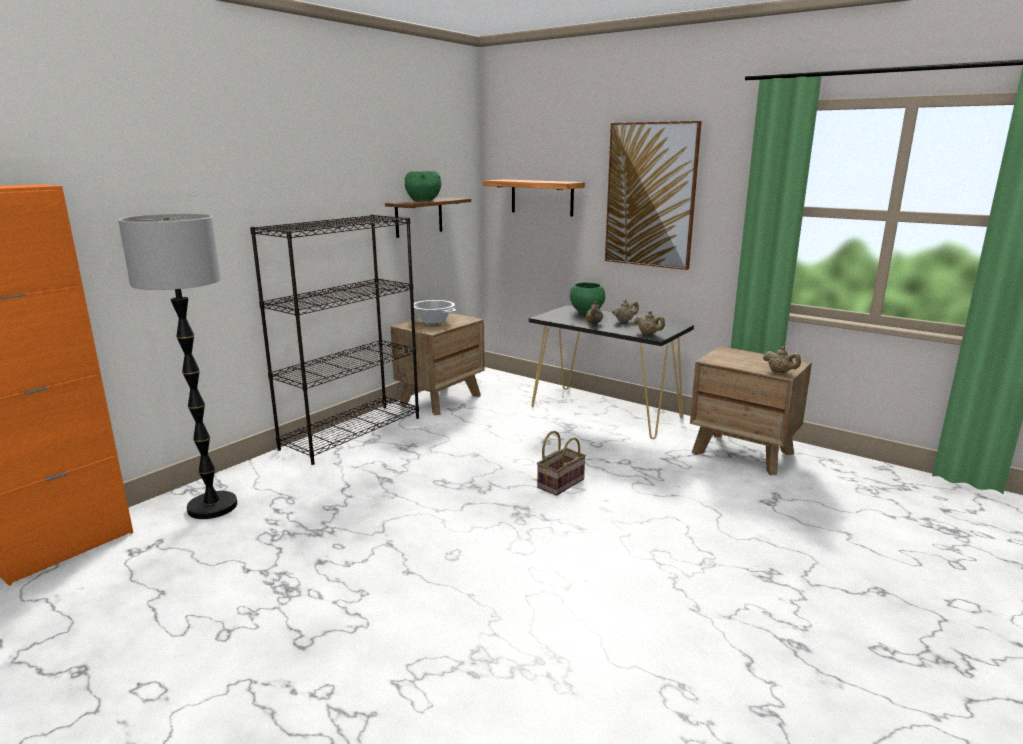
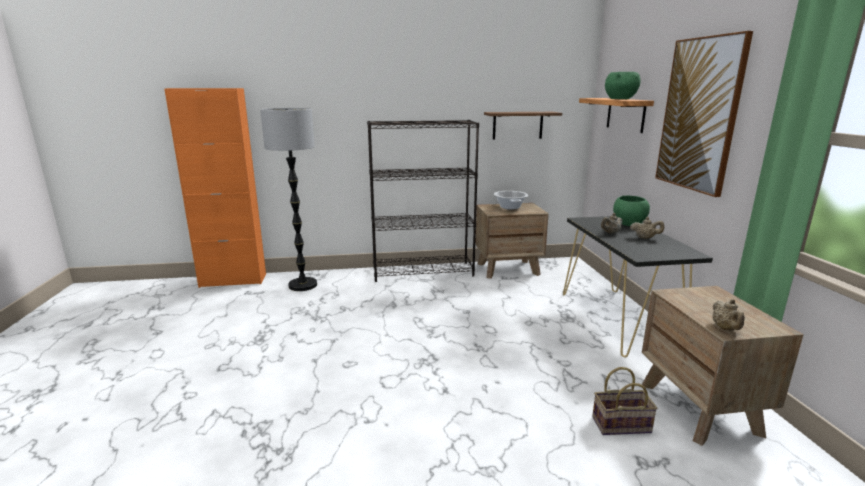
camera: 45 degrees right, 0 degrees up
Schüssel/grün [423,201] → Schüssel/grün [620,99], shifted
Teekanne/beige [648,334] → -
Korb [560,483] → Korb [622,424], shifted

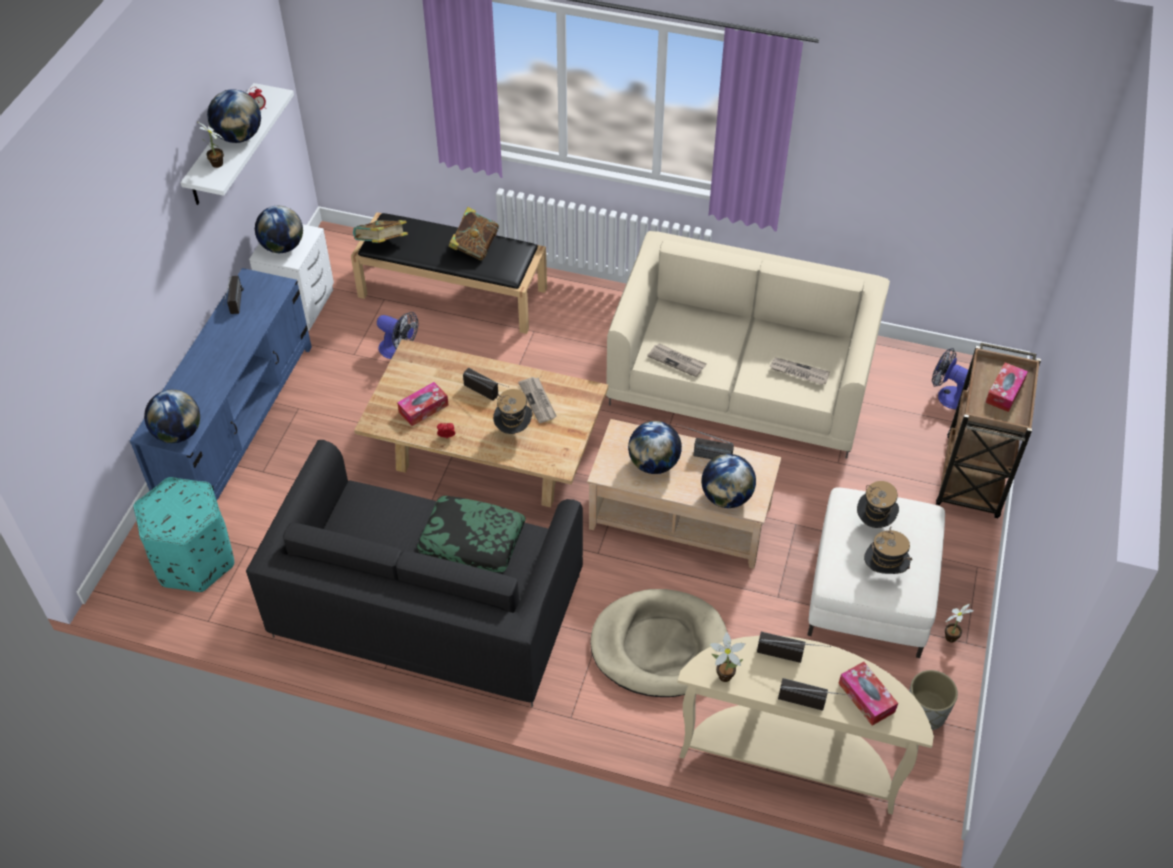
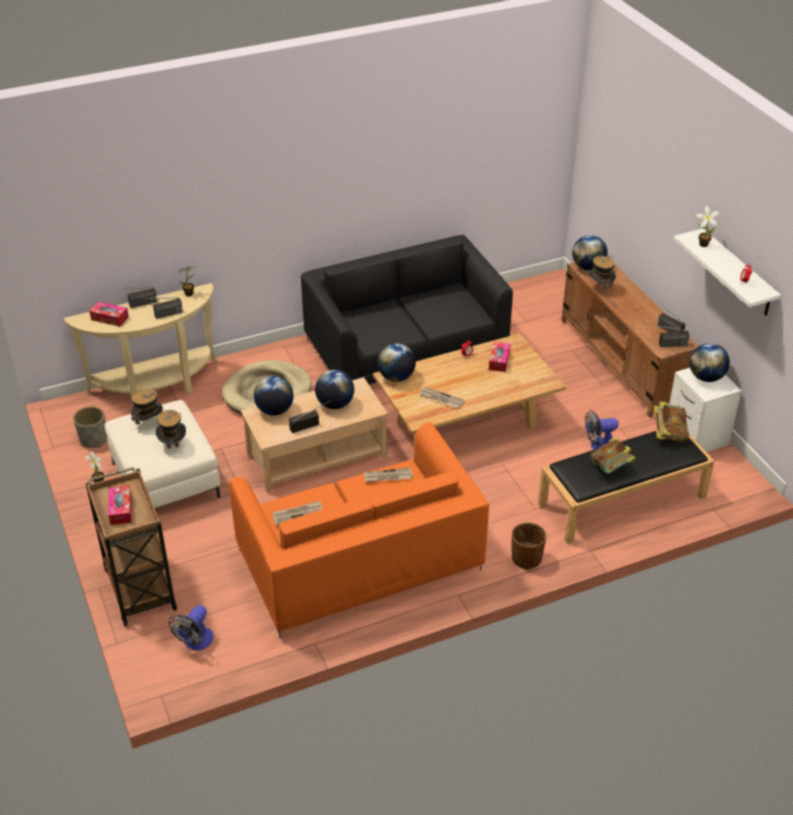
camera: 140 degrees right, 10 degrees down
Globus [239,137] → Globus [396,377], shifted
Sofa/beige [742,380] → Sofa/orange [359,561]
Fernsehschrank/blau [237,422] → Fernsehschrank/braun [622,361]
Ventilator [947,395] → Ventilator [196,643], 120 degrees clockwise
Radio [489,394] → Radio [665,345], shifted
Hut [513,430] → Hut [600,288], shifted
Polsterhocker/türkis [194,560] → -
Kissen [471,541] → -
- → Pflanzkübel/braun [526,559]

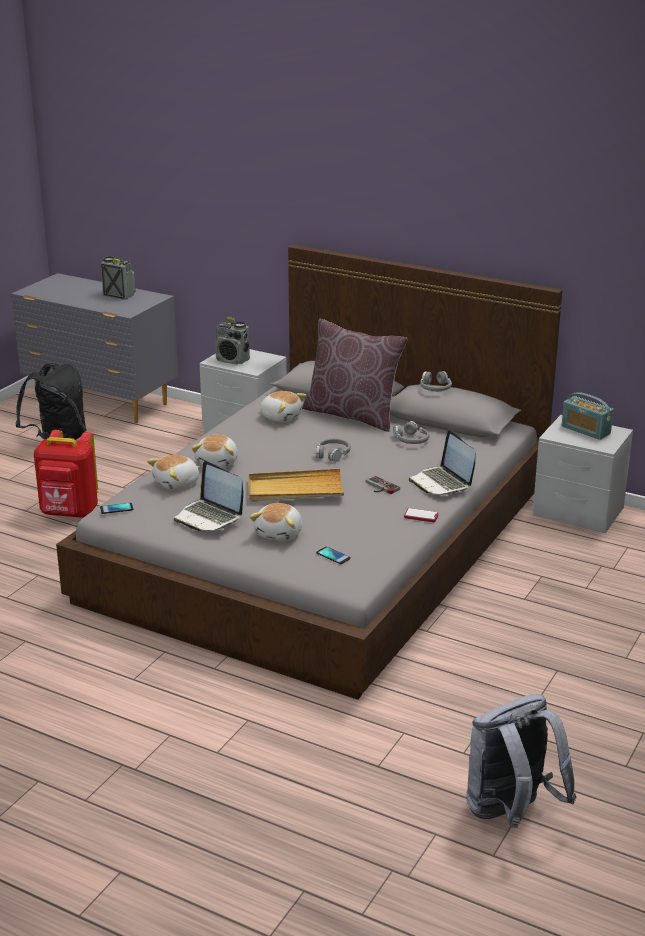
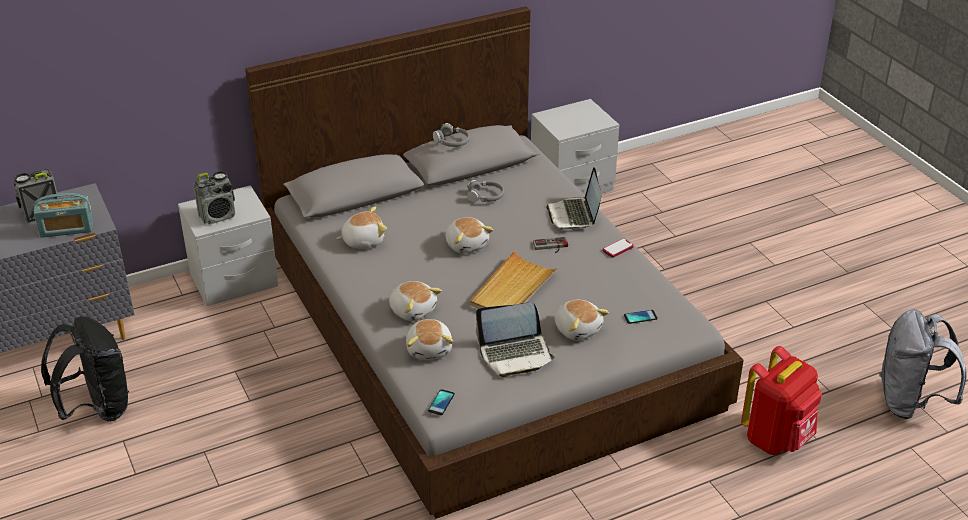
camera: 55 degrees left, 10 degrees up
Kissen/braun [352,415] → -
Radio [585,430] → Radio [67,229], shifted
Rucksack/rot [69,513] → Rucksack/rot [777,438], shifted
Laptop [442,483] → Laptop [574,215], 75 degrees clockwise
Kopfhörer/grau [332,454] → Plüschtier [467,244]

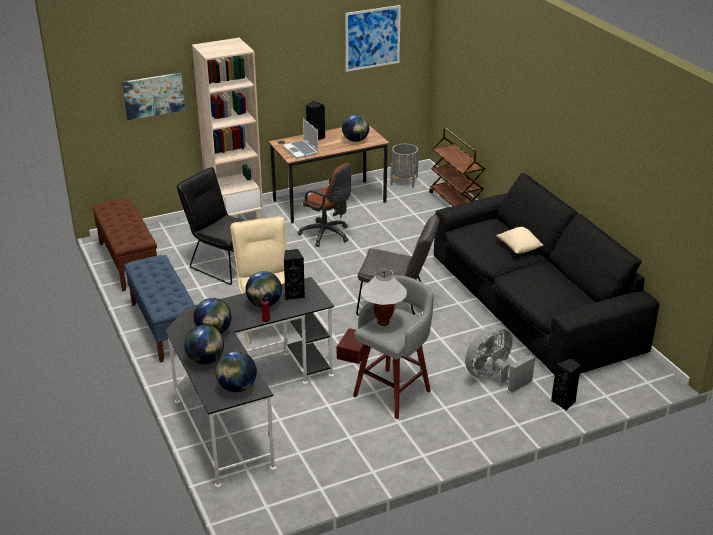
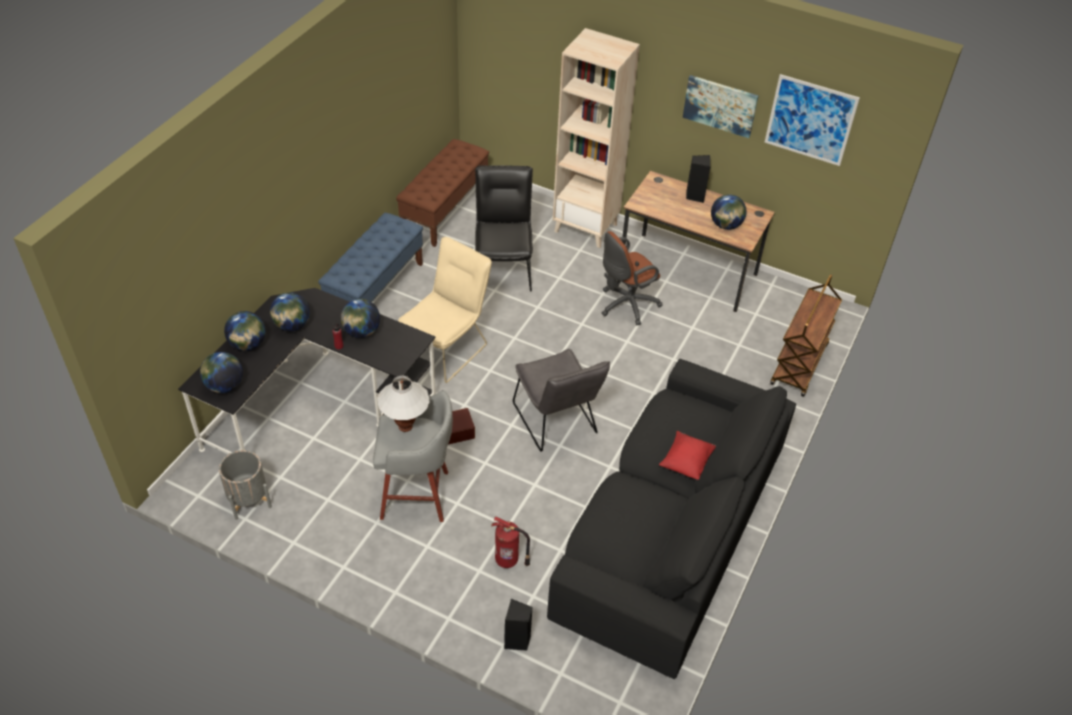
camera: 50 degrees right, 15 degrees up
Bild [153,95] → Bild [720,105], shifted
Laptop [301,150] → -
Pflanzkübel/grau [404,181] → Pflanzkübel/grau [248,499], shifted
Bürostuhl/braun [327,235] → Bürostuhl/braun [625,305], 60 degrees clockwise
Kissen/beige [519,248] → Kissen/rot [686,462]
Lautsprecher/schwarz [294,294] → -
Ventilator/grau [494,377] → Feuerlöscher [508,560]

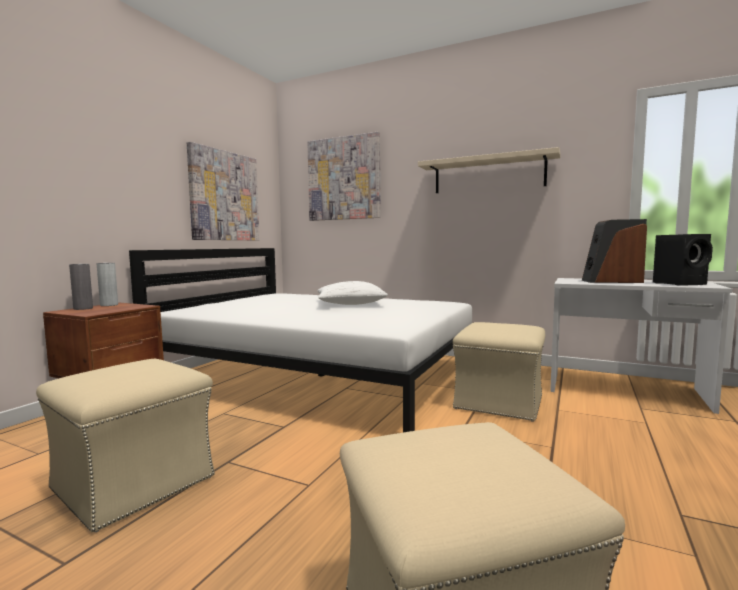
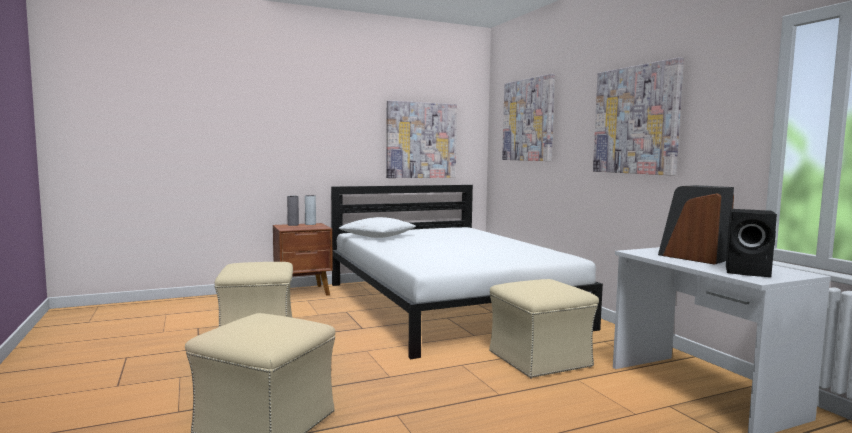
camera: 40 degrees right, 0 degrees up
Wandregal/beige [488,174] → Bild [636,120]
Kissen/weiß [350,304] → Kissen/weiß [377,236], shifted

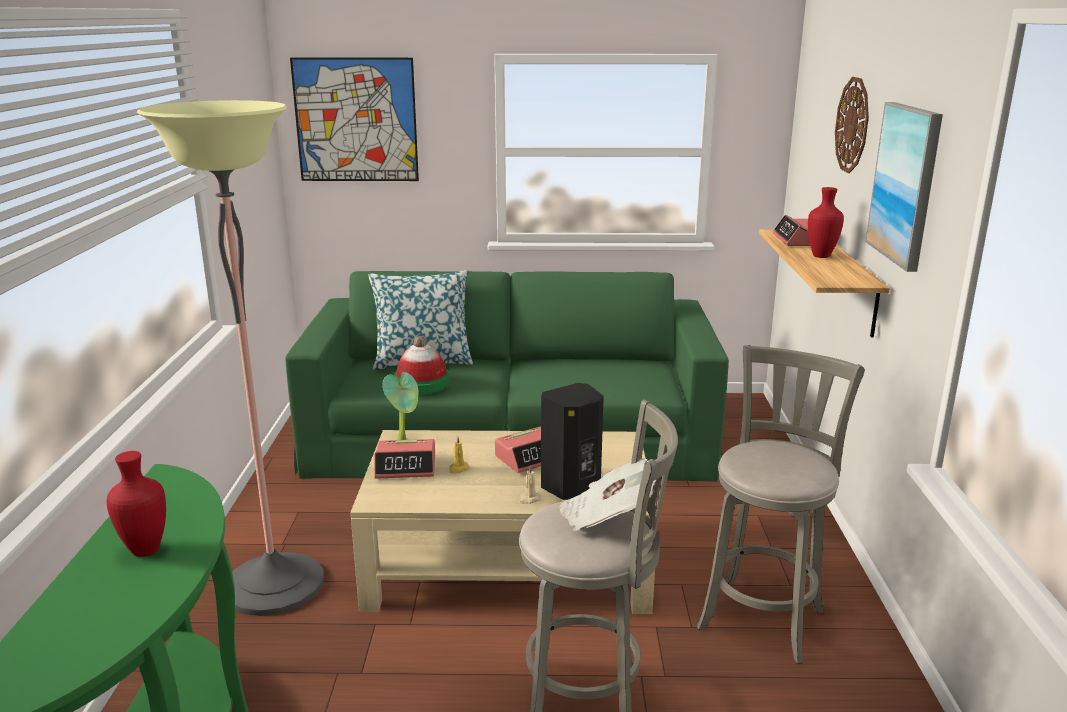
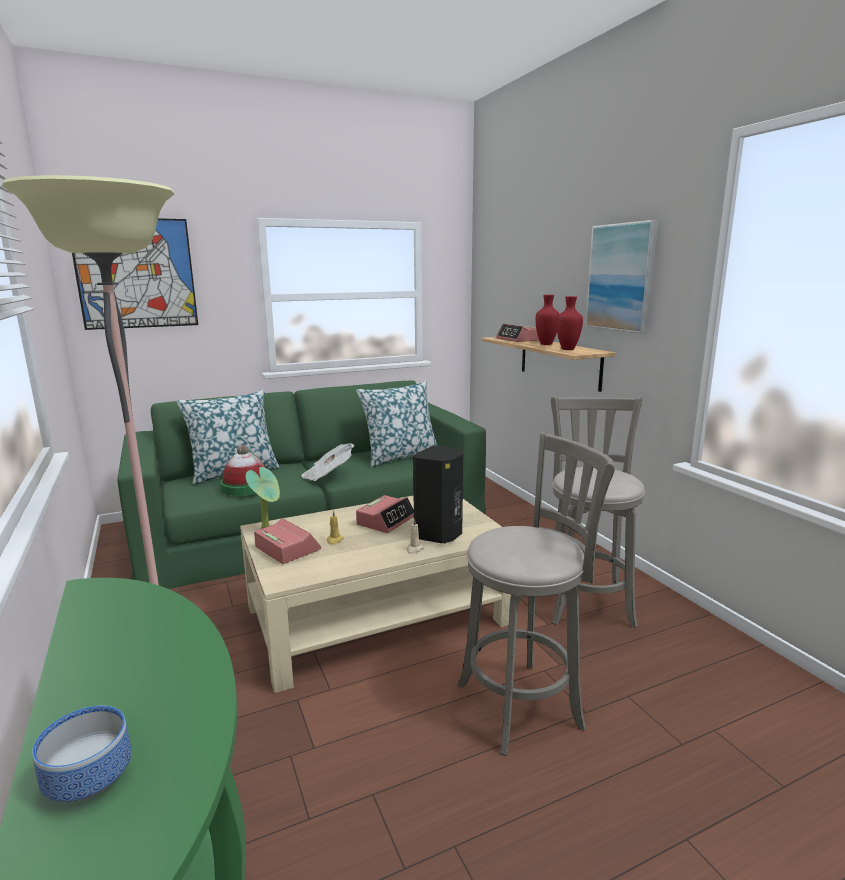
camera: 25 degrees left, 5 degrees down
Wanduhr [853,125] → -
Wecker [406,467] → Wecker [287,548], 105 degrees counterclockwise
Vase/rot [144,551] → Vase/rot [567,349], shifted
Zeitung [607,517] → Zeitung [328,475], shifted
- → Kissen [400,457]
- → Schüssel [85,782]

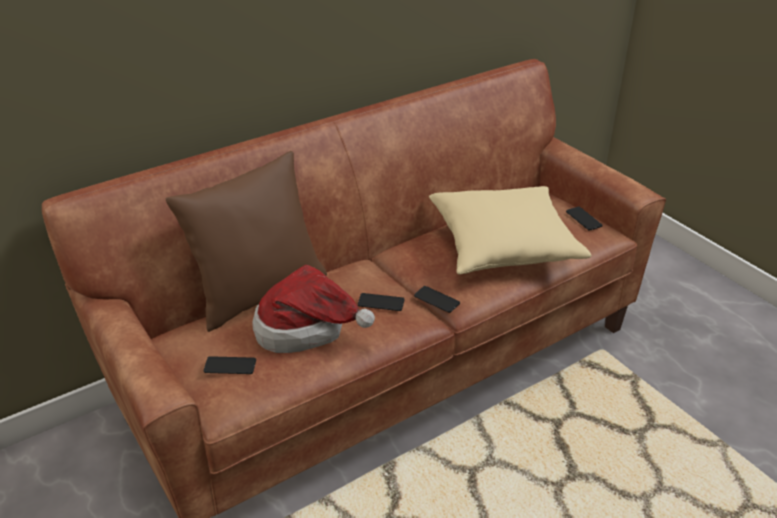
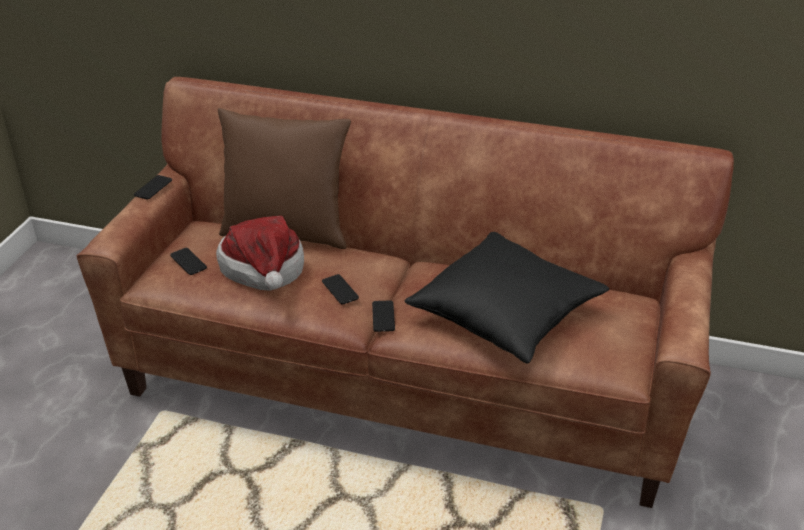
camera: 50 degrees right, 0 degrees up
Kissen/beige [503,245] → Kissen/schwarz [506,314]
Handy [583,219] → Handy [153,188], shifted

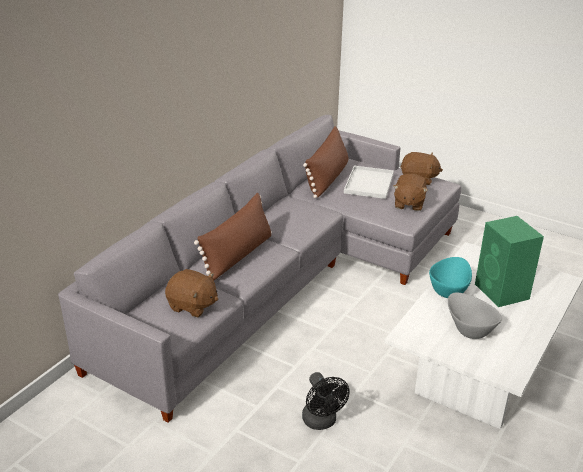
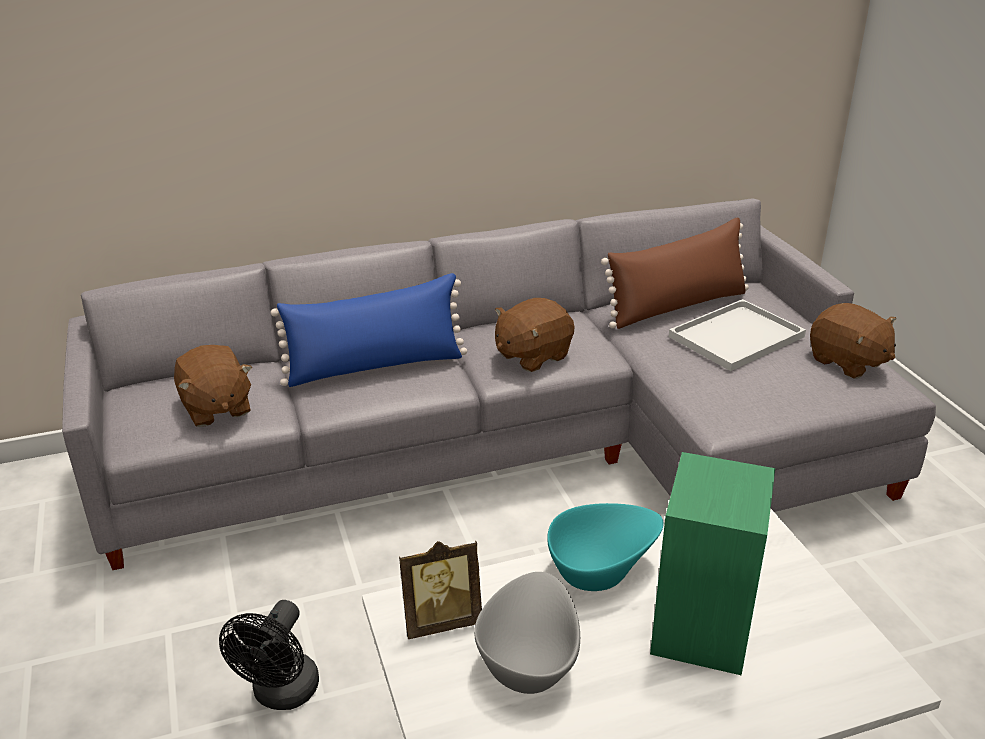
camera: 40 degrees right, 0 degrees up
Plüschtier/braun [408,204] → Plüschtier/braun [532,355], shifted
Kissen/braun [238,256] → Kissen/blau [375,366]
- → Bilderrahmen [441,621]

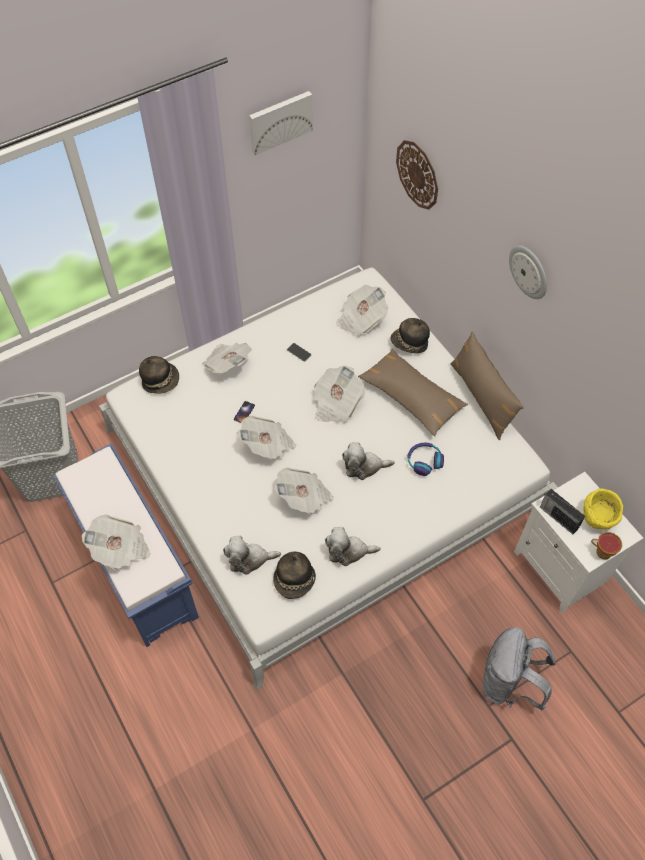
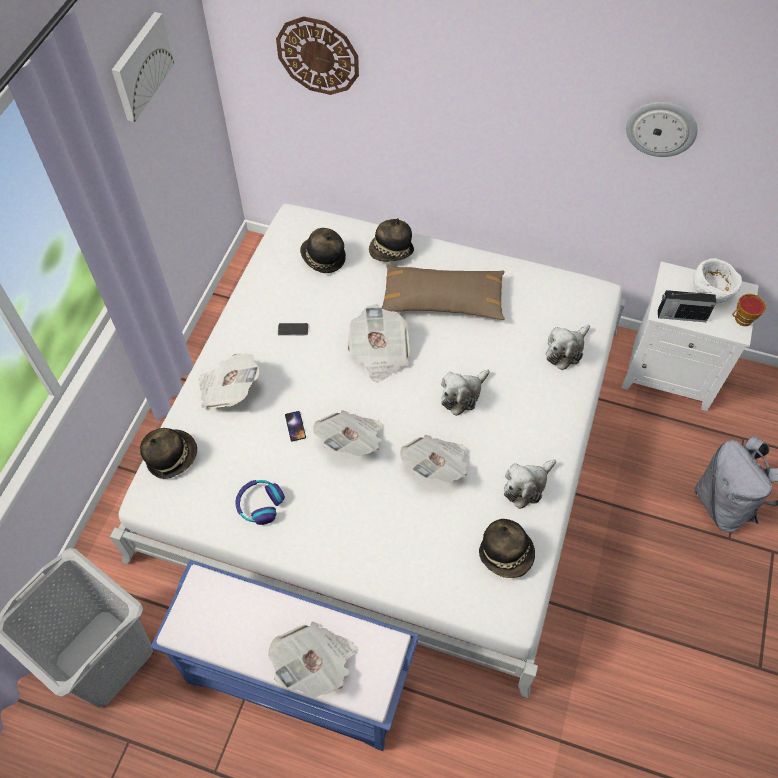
camera: 40 degrees left, 0 degrees up
Wanduhr [529,271] → Wanduhr [661,128], shifted
Zeitung [361,319] → Hut [323,258]
Kissen/braun [482,398] → -
Kopfhörer [424,461] → Kopfhörer [259,504], shifted
Schüssel/gelb [598,518] → Schüssel/weiß [710,293]
Plüschtier [249,559] → Plüschtier [565,350], shifted

